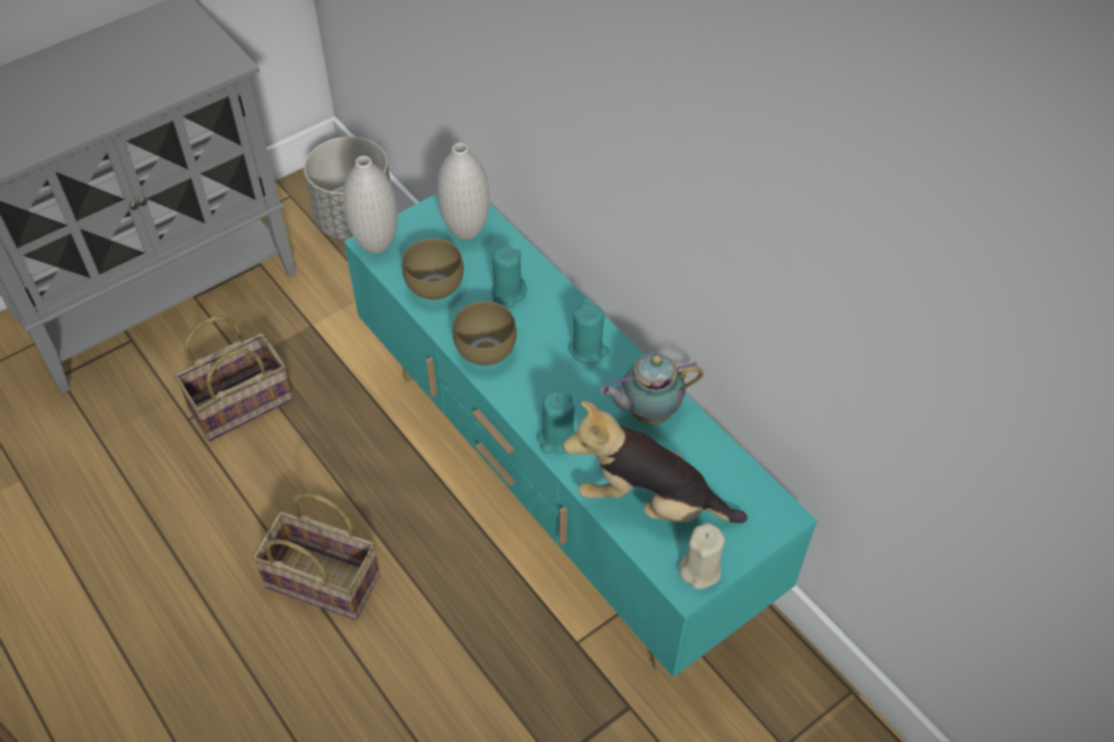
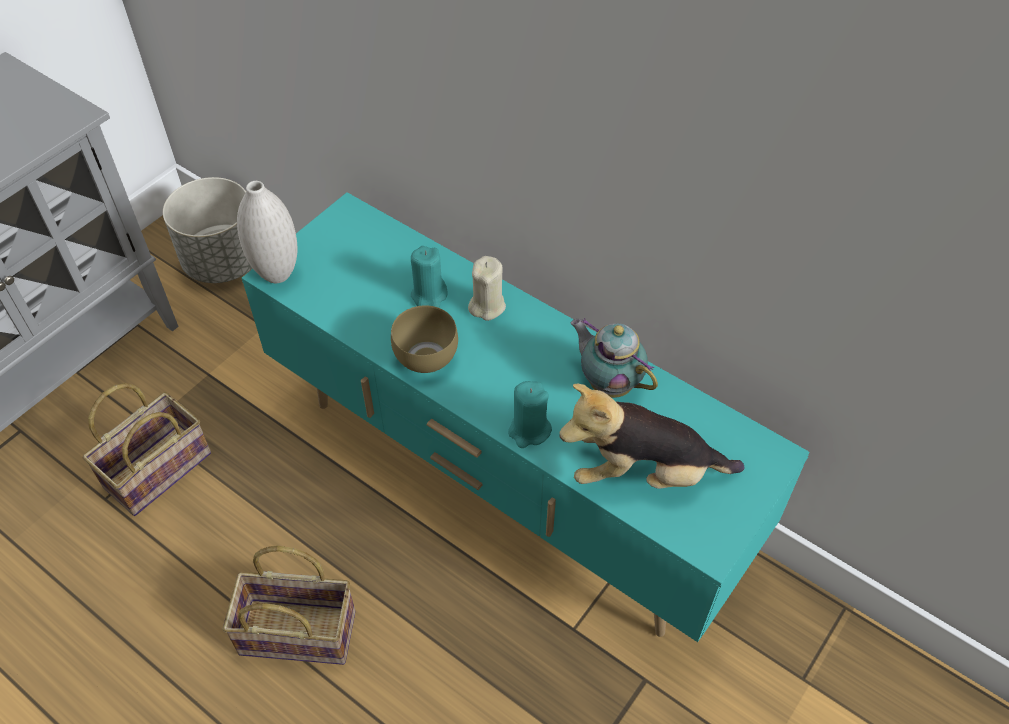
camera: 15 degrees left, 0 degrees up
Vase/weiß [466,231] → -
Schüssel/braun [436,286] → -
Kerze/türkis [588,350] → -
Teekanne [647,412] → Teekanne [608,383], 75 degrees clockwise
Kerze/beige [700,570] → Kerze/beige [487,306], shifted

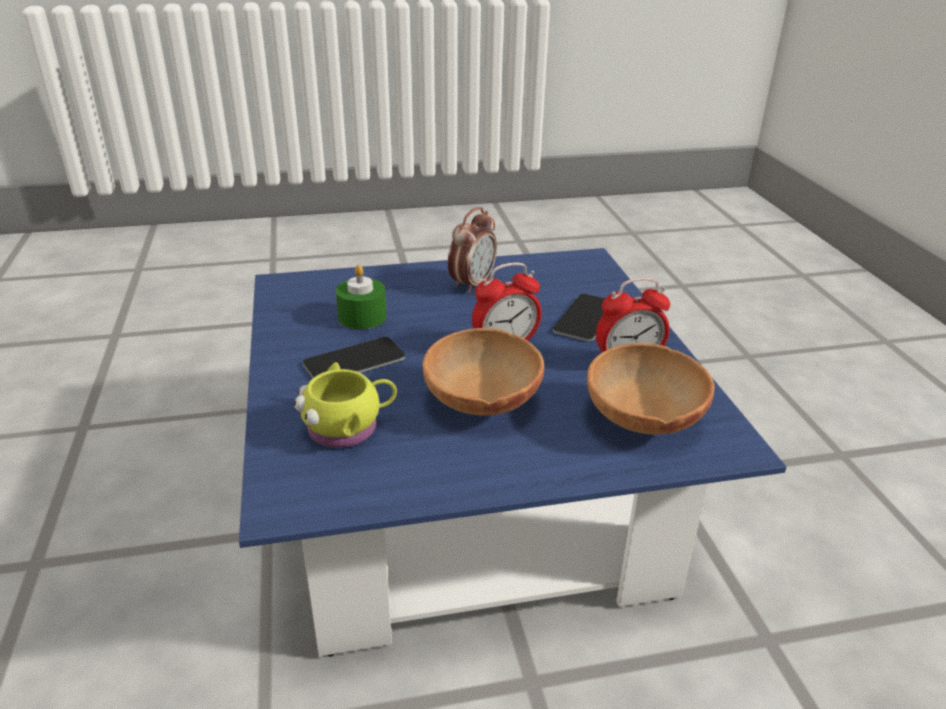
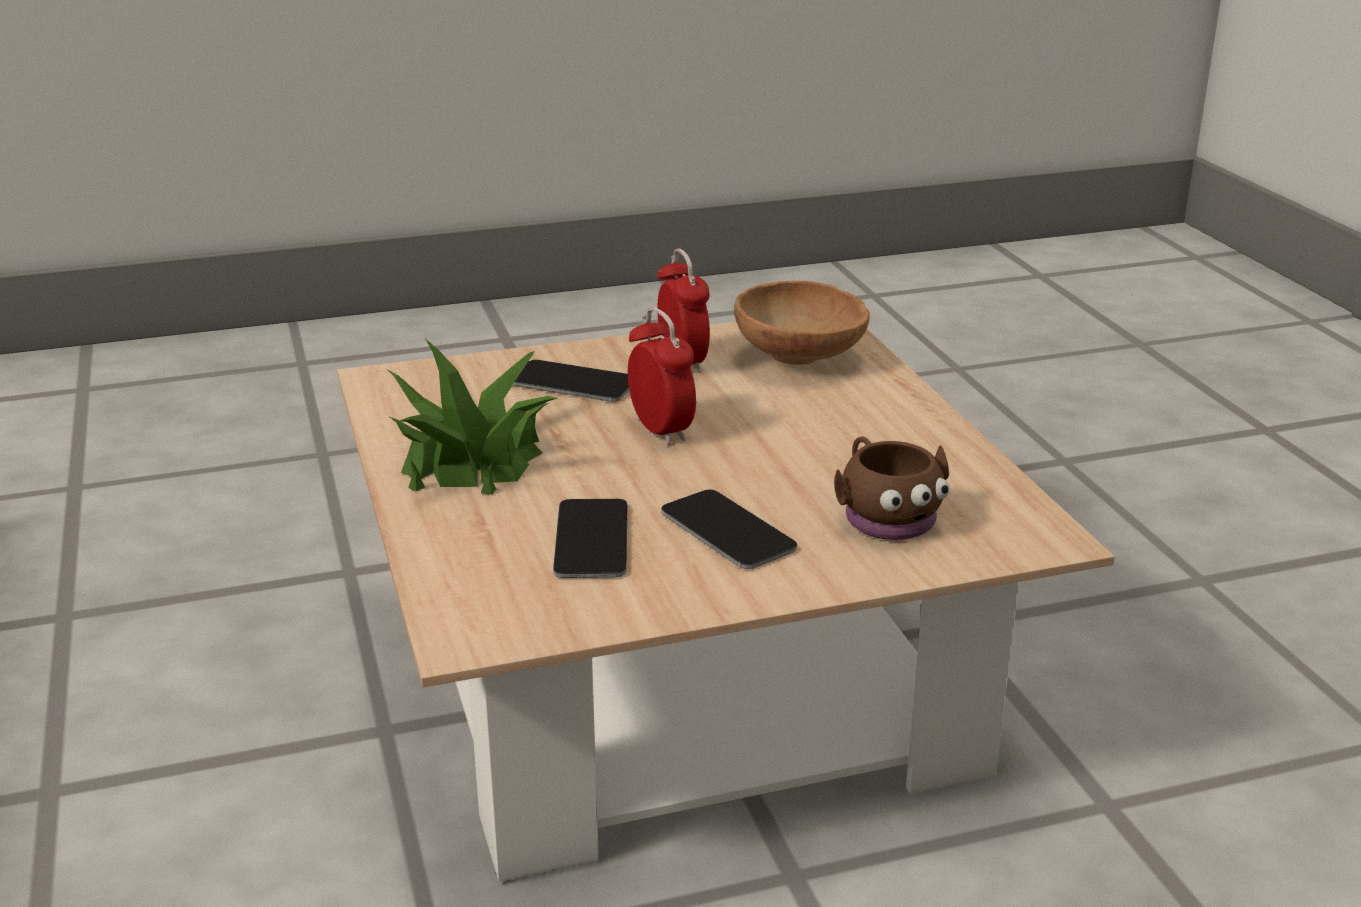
camera: 95 degrees left, 5 degrees down
Wecker [472,284] → Topfpflanze [470,460]
Couchtisch/blau [470,500] → Couchtisch/beige [680,680]
Kerze/grün [362,317] → Handy [591,539]
Schüssel/braun [480,404] → -
Henkelbecher/gelb [349,427] → Henkelbecher/braun [885,516]

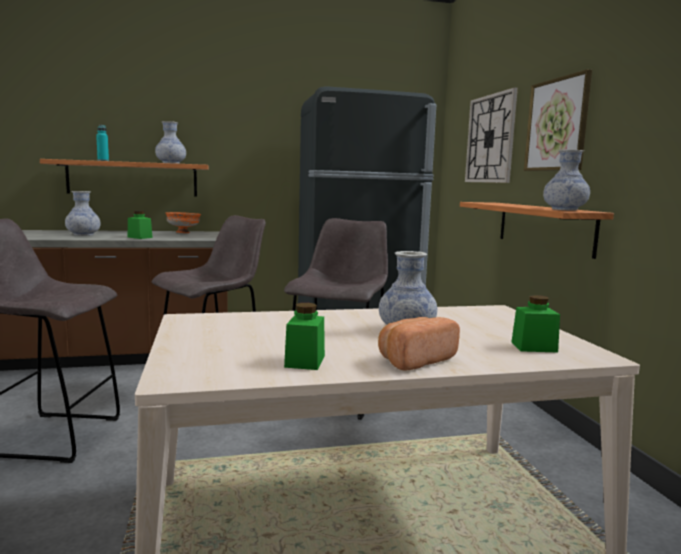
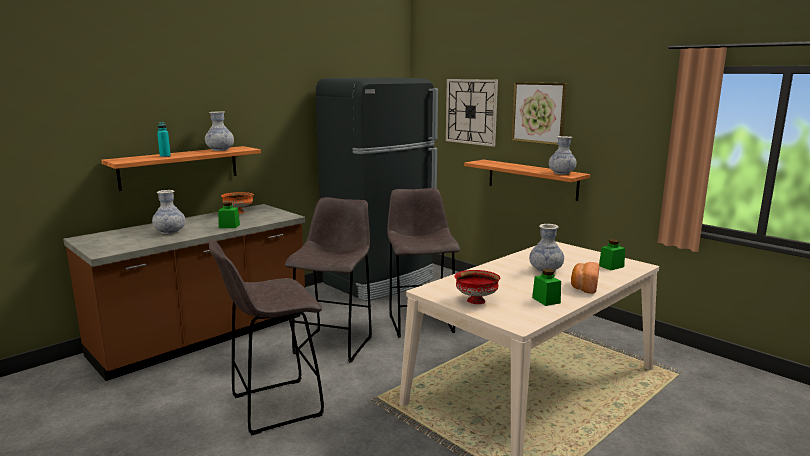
camera: 30 degrees left, 5 degrees up
- → Schüssel/rot [476,301]

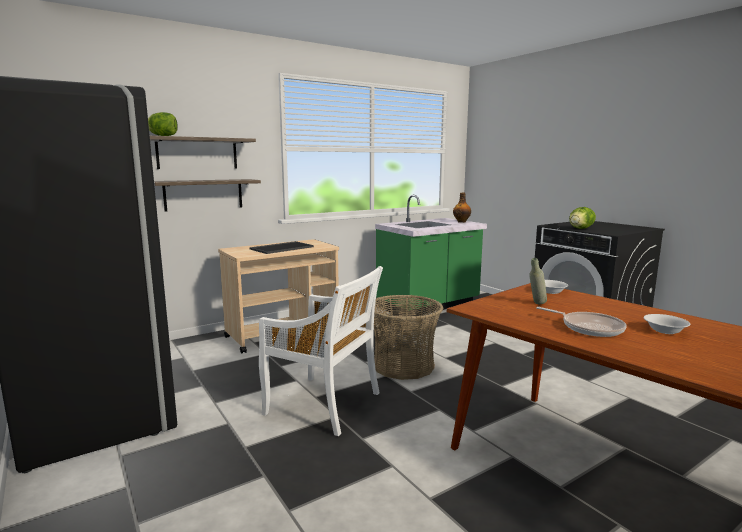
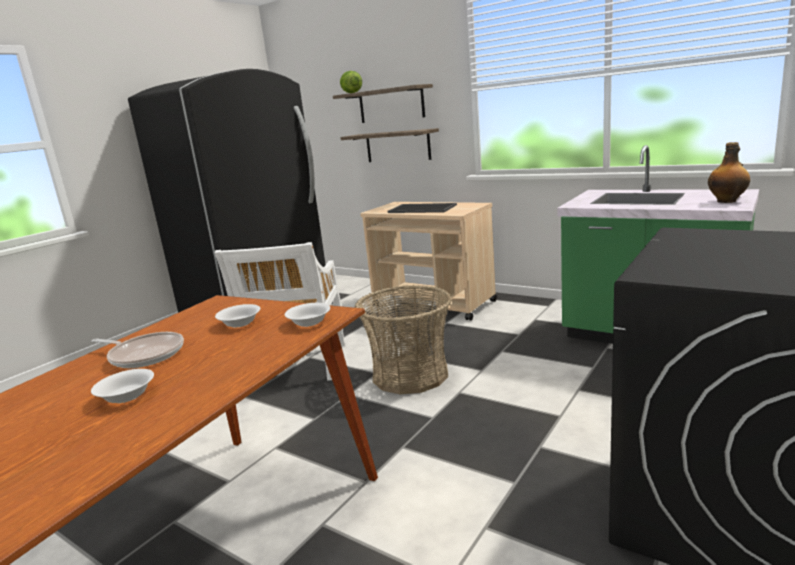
camera: 70 degrees right, 5 degrees up
Salatkopf [580,228] → -
Flasche/grau [536,304] → Schüssel/weiß [240,323]
Pfanne [588,328] → Pfanne [144,355], 90 degrees counterclockwise

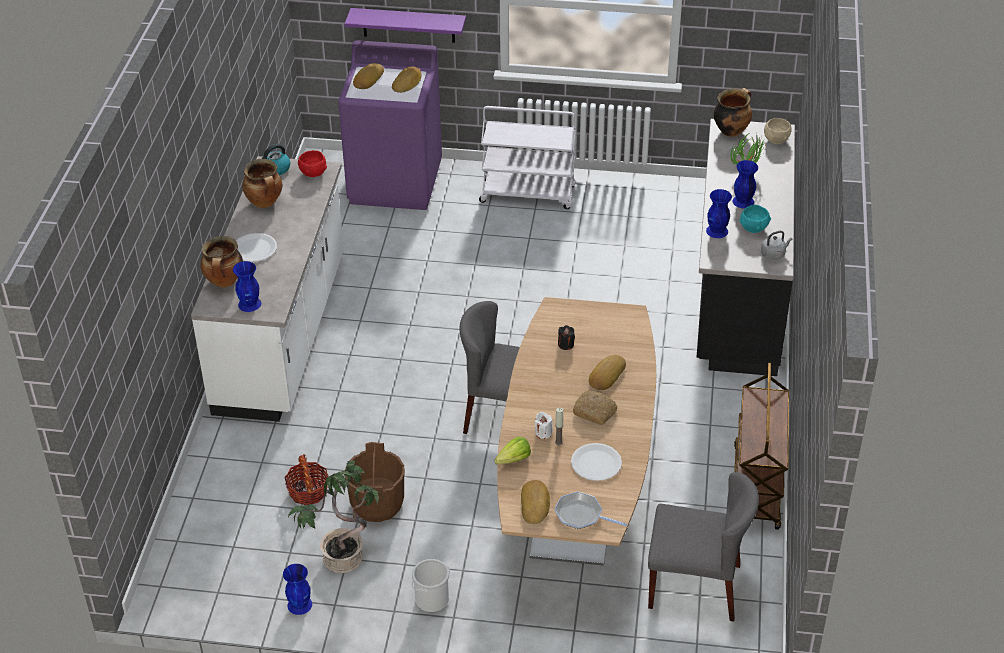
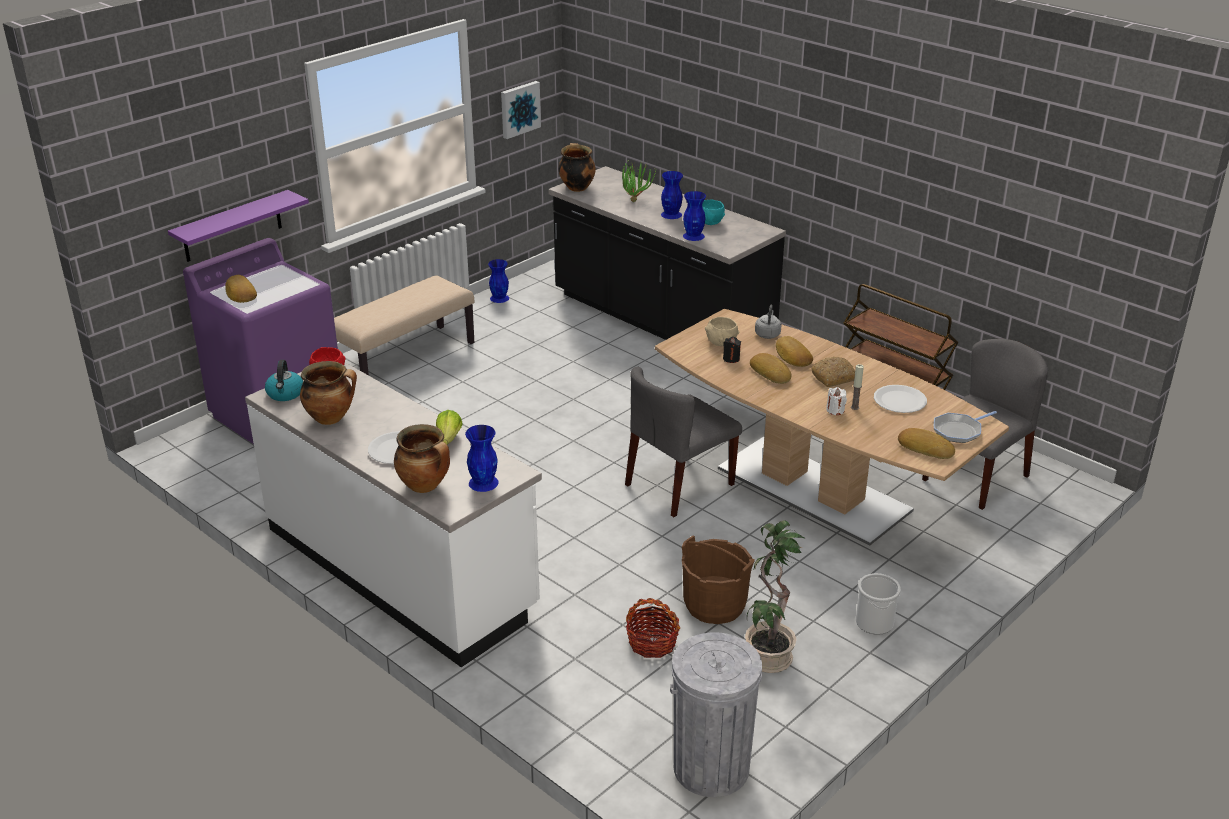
camera: 55 degrees left, 10 degrees down
Brot [407,83] → Brot [771,372], shifted
Rollwagen/weiß [528,194] → Bank/beige [405,358]
Schüssel/beige [776,140] → Schüssel/beige [721,343], shifted
Wasserkessel/grau [774,254] → Wasserkessel/grau [767,334], shifted
Salatkopf [510,461] → Salatkopf [447,441], shifted
Vase/blau [300,605] → Vase/blau [500,298], shifted
- → Bild [519,109]
- → Mülleimer/grau [711,768]

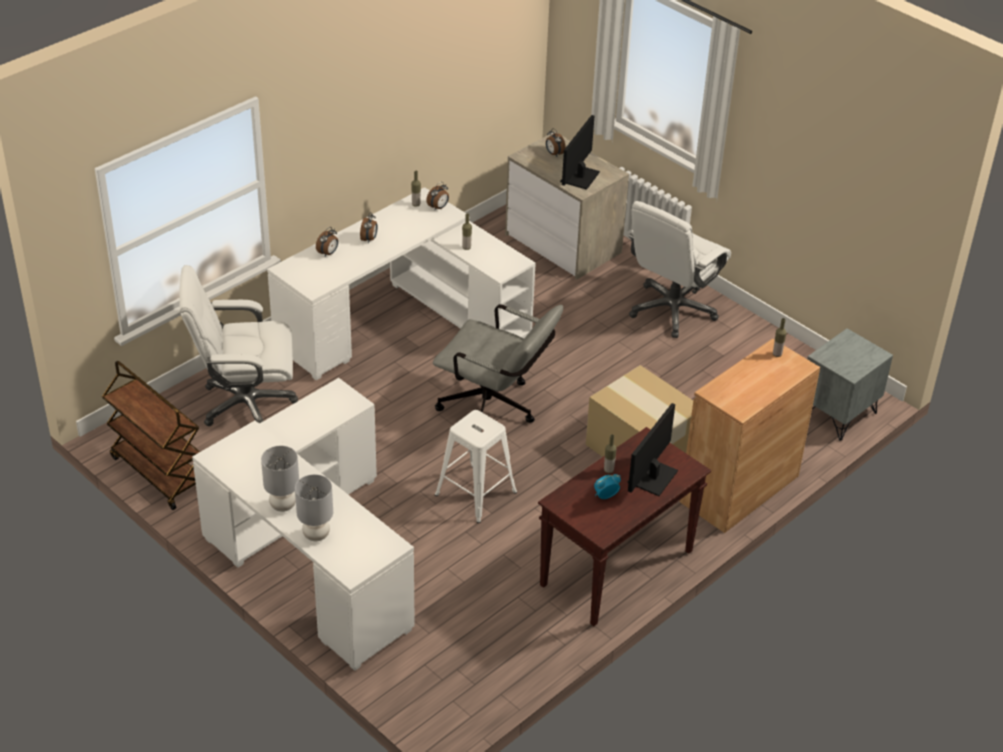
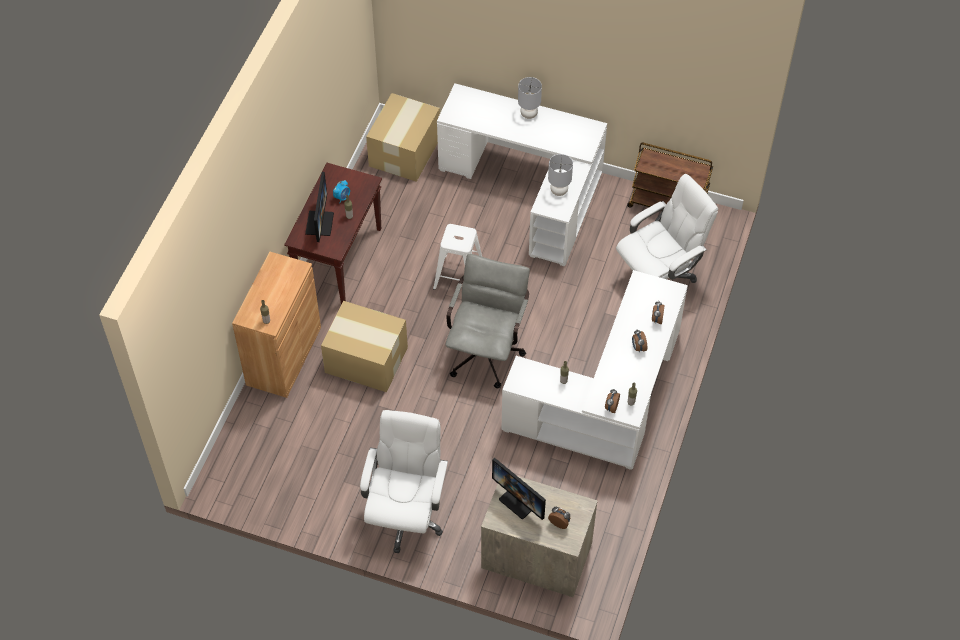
camera: 155 degrees right, 15 degrees up
Monitor [580,177] → Monitor [520,500], 135 degrees clockwise
Bürostuhl/grau [495,410] → Bürostuhl/grau [487,350], 105 degrees clockwise
Nachttisch/grau [838,414] → -
Tischlampe/grau [316,534] → Tischlampe/grau [559,191], shifted
- → Karton [404,152]

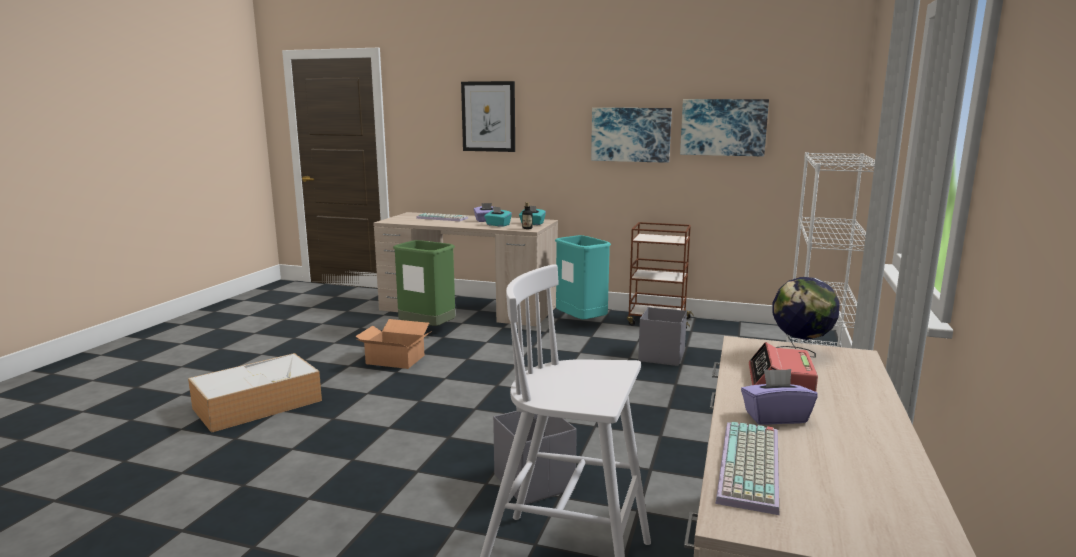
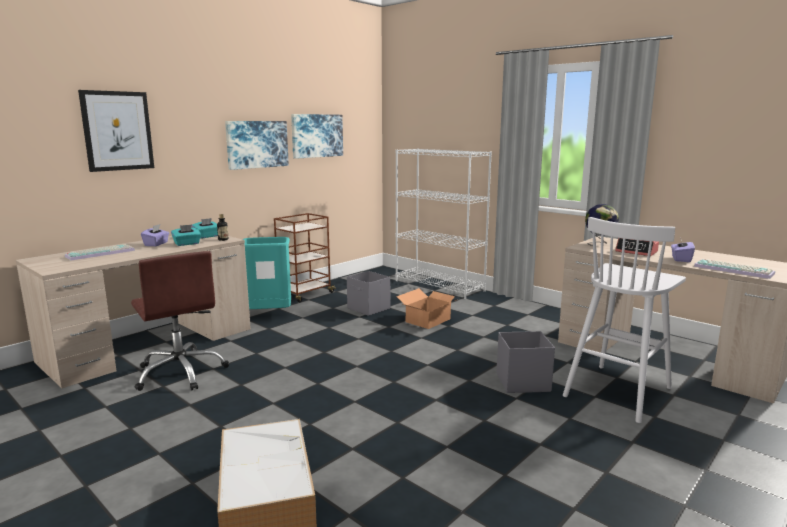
camera: 65 degrees left, 0 degrees up
Mülleimer/grün [427,330] → Bürostuhl/braun [181,372]
Karton [395,360] → Karton [428,320], shifted

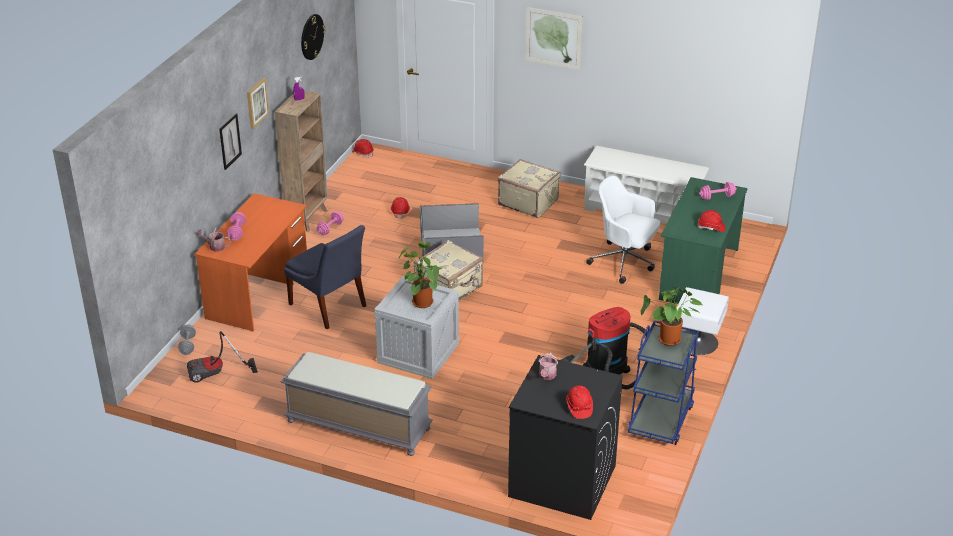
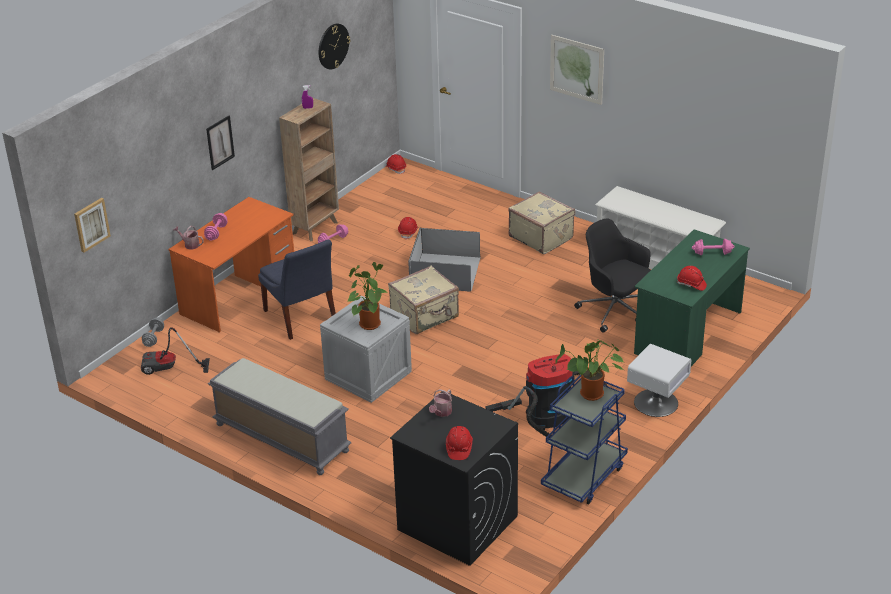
camera: 15 degrees right, 0 degrees up
Bild [256,102] → Bild [91,224], shifted
Bürostuhl/weiß [624,262] → Bürostuhl/schwarz [615,310]

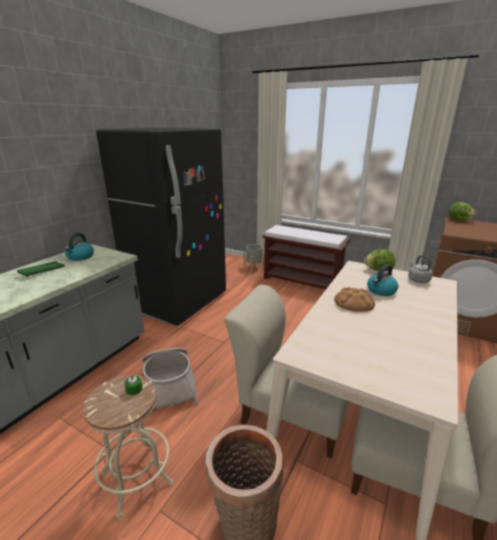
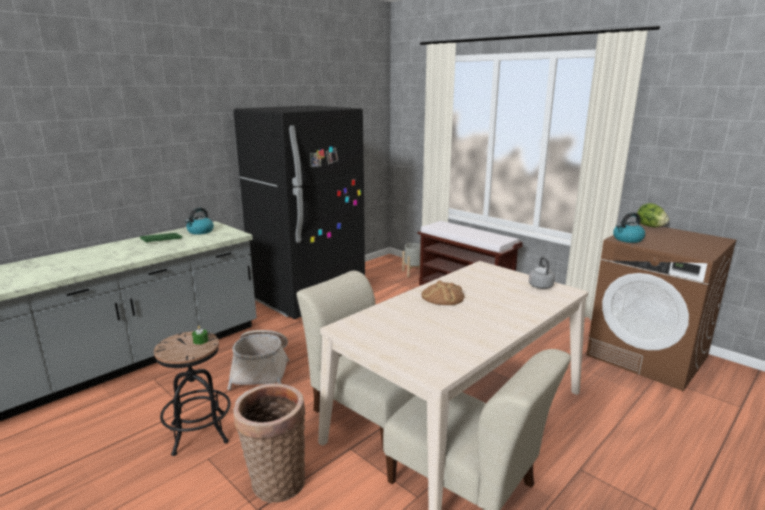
camera: 15 degrees right, 5 degrees down
Salatkopf [378,270] → -
Wasserkessel [381,291] → Wasserkessel [627,239], shifted
Hocker/beige [136,478] → Hocker/schwarz [199,433]

